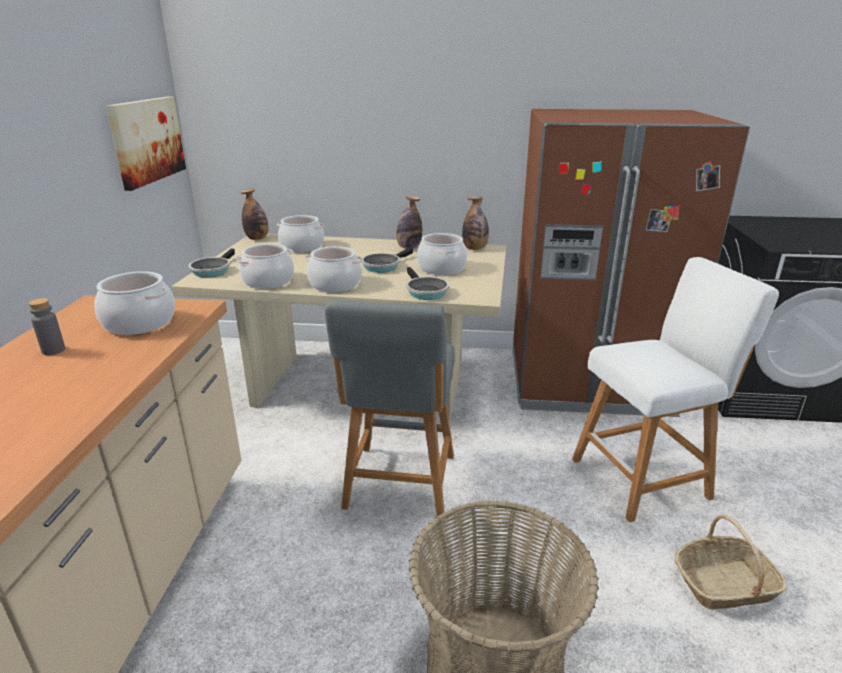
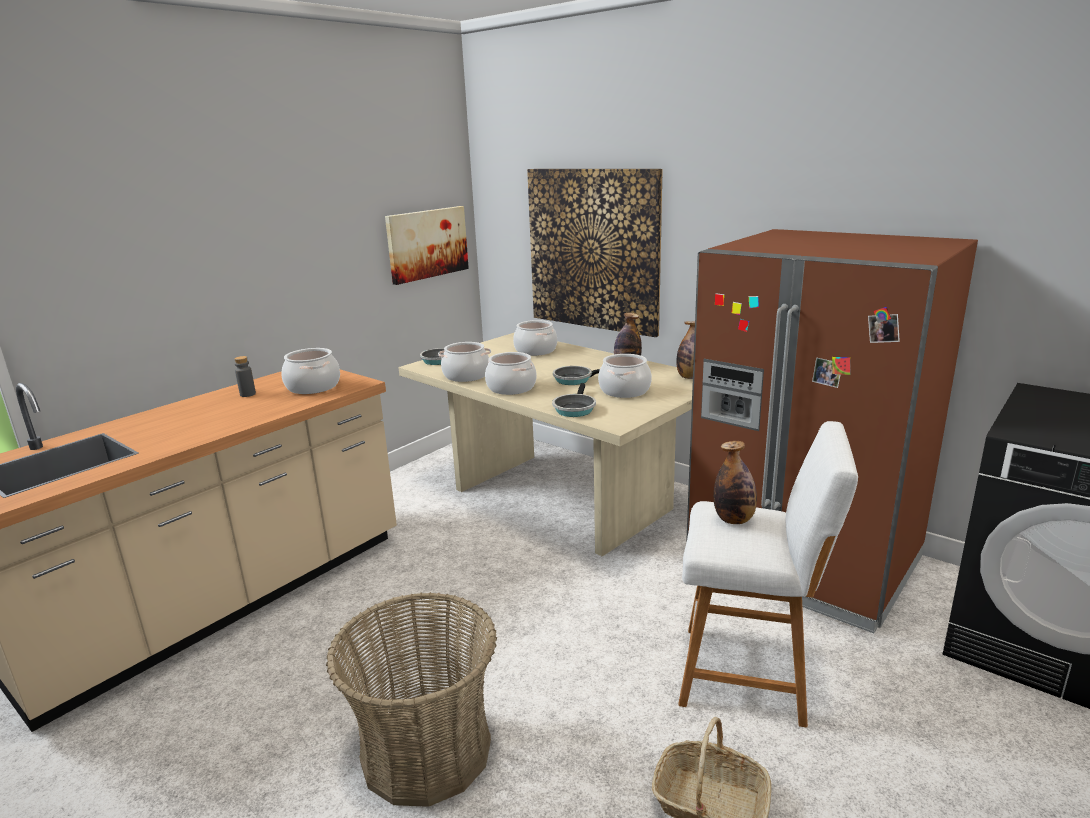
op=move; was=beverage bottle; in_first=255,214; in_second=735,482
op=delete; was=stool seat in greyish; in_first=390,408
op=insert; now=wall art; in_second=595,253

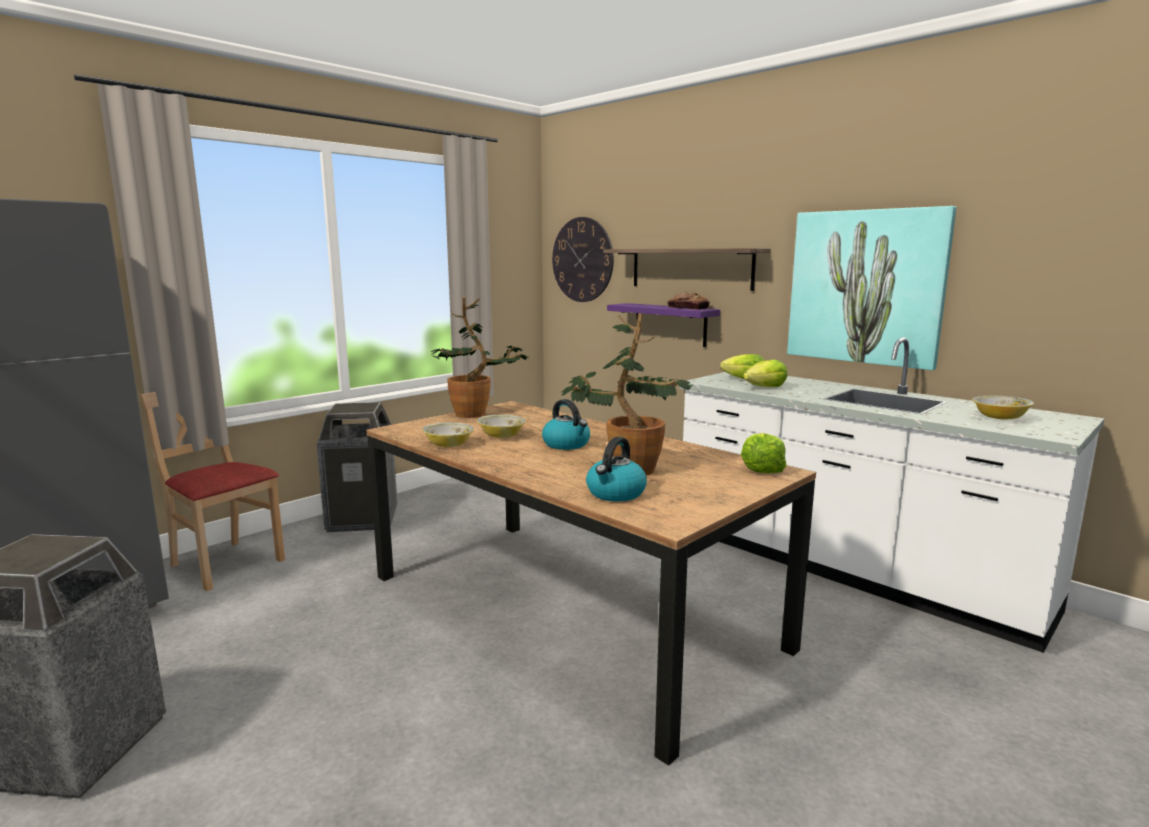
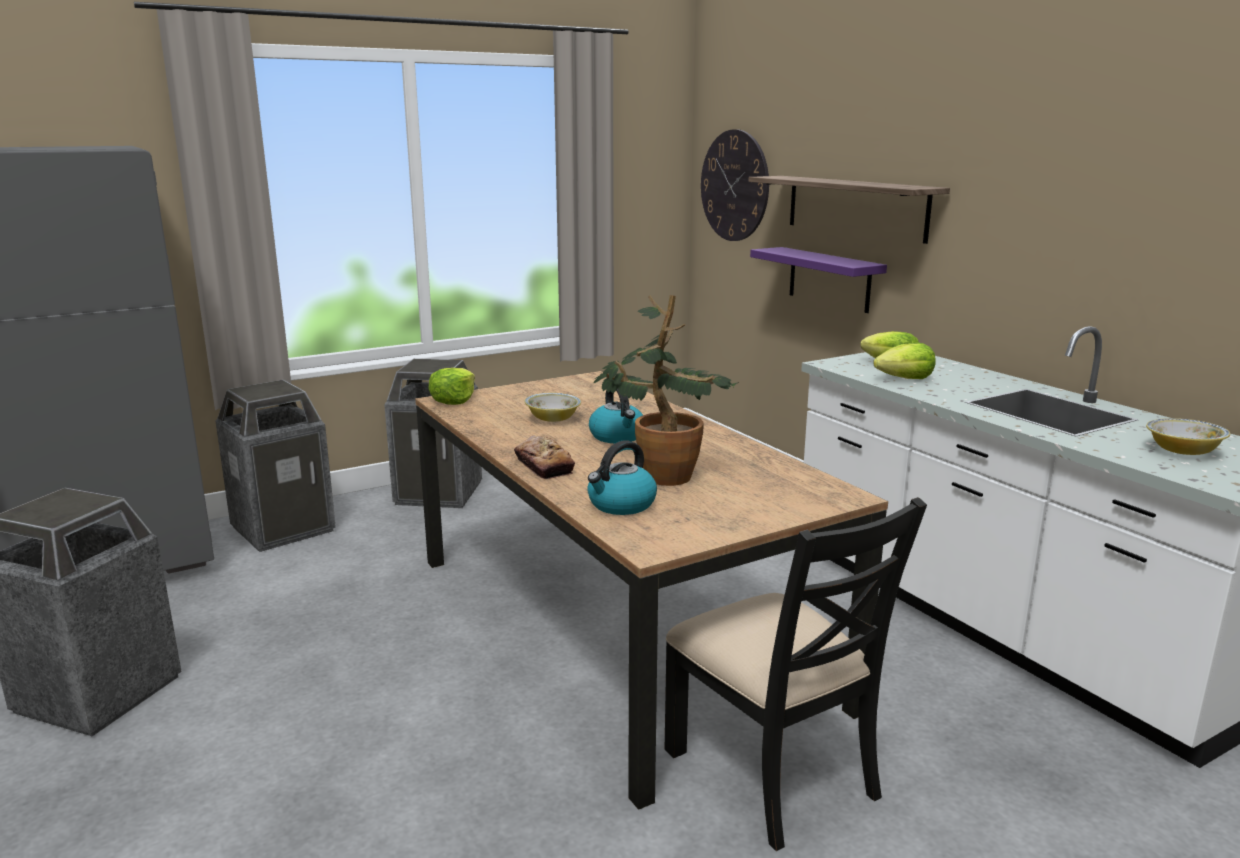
op=replace; was=upright chair in sand-coloured; now=trash can; in_first=212,491; in_second=276,466
op=delete; was=bowl; in_first=448,434
op=delete; was=houseplant; in_first=479,357
op=move; was=bread; in_first=688,300; in_second=544,457
op=move; was=lettuce; in_first=763,453; in_second=452,386
op=delete; was=wall art; in_first=872,288
op=insert; now=upright chair in black; in_second=795,674

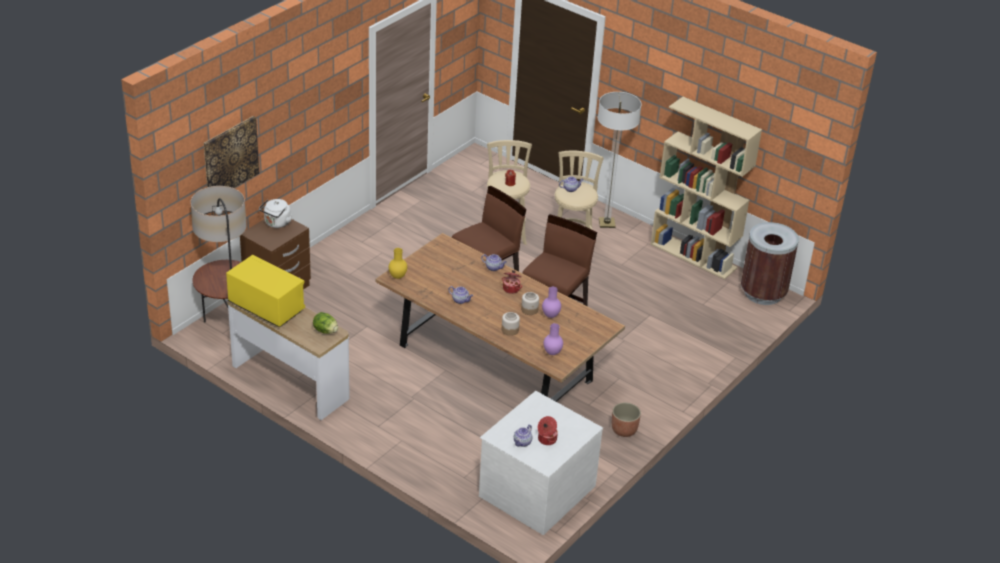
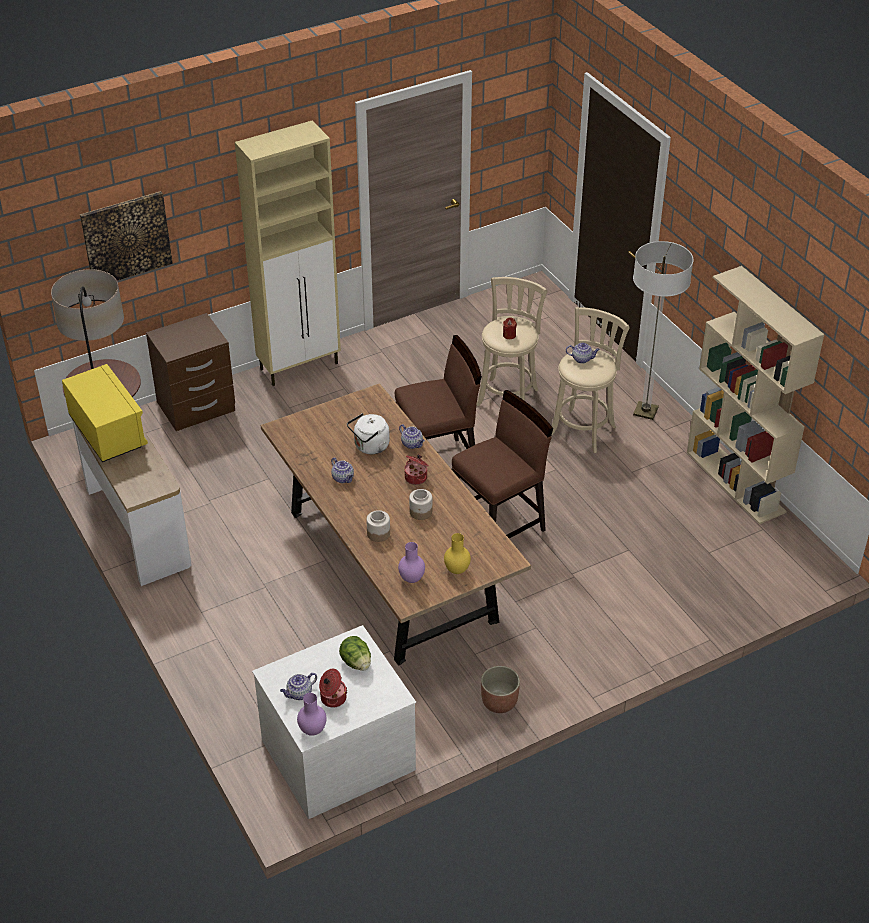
op=move; was=kettle in whitish; in_first=275,213; in_second=368,433
op=move; was=lettuce; in_first=325,323; in_second=355,653
op=move; was=vase in yellow-coloured; in_first=398,263; in_second=457,553
op=move; was=vase in purplish; in_first=551,302; in_second=312,714
op=delete; was=trash can in brown-coloured; in_first=770,263
op=insert; now=cabinet in sand-coloured; in_second=288,253

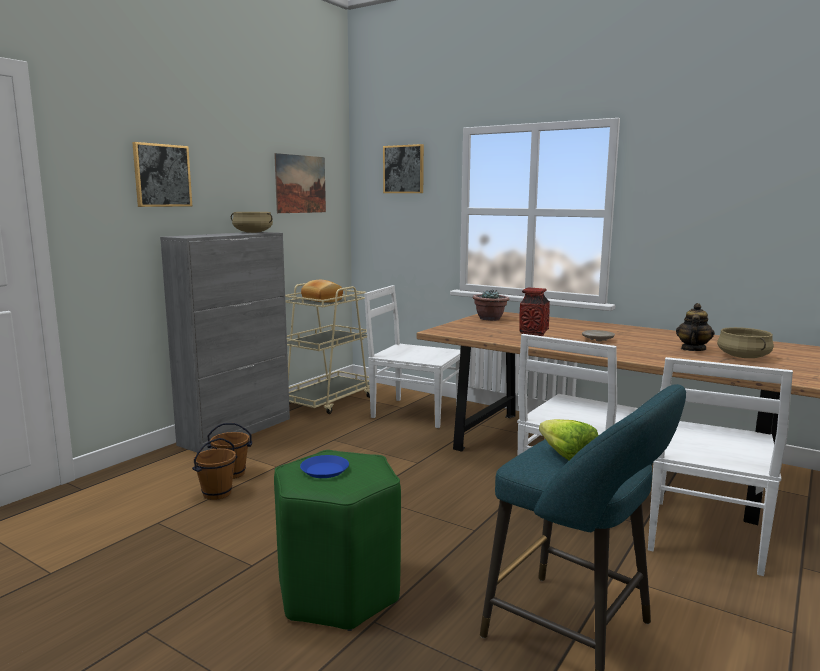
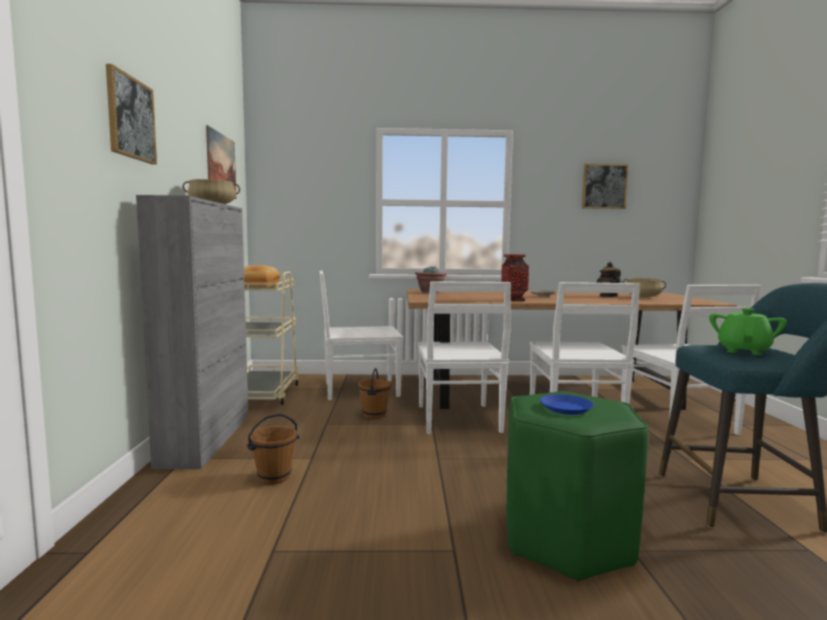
op=move; was=bucket in brown-coloured; in_first=214,469; in_second=374,393
op=move; was=wall art; in_first=403,168; in_second=605,186
op=replace; was=lettuce; now=tea pot in greenish; in_first=569,439; in_second=748,331
op=insert; now=upright chair in whitish; in_second=464,357

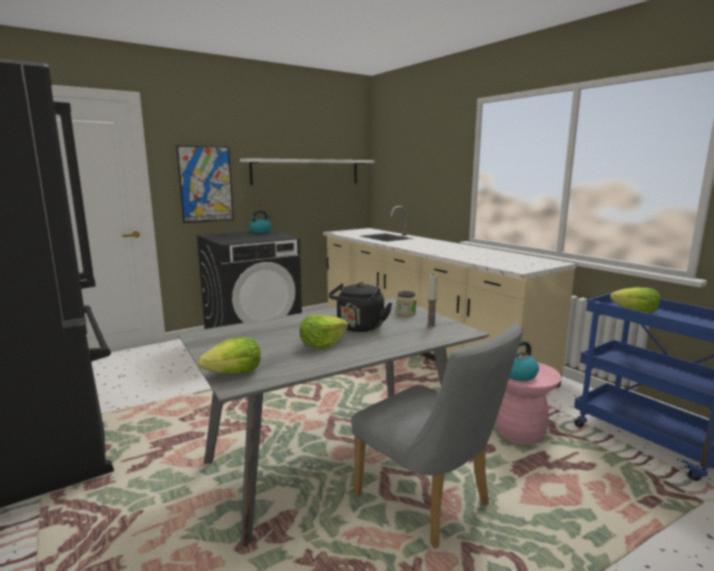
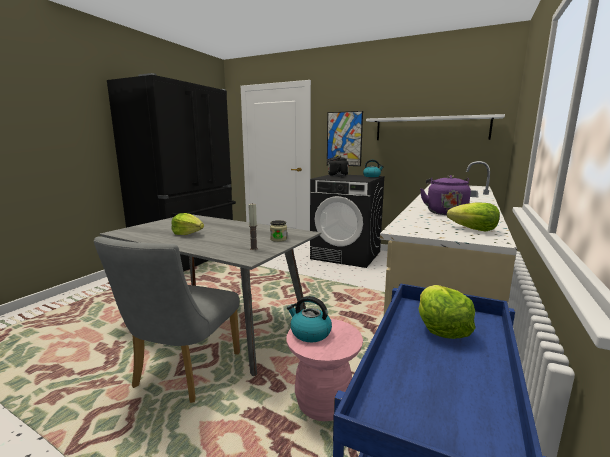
op=move; was=lettuce; in_first=229,355; in_second=473,217
op=move; was=kettle in black; in_first=360,307; in_second=337,166
op=insert; now=kettle in purplish; in_second=445,195

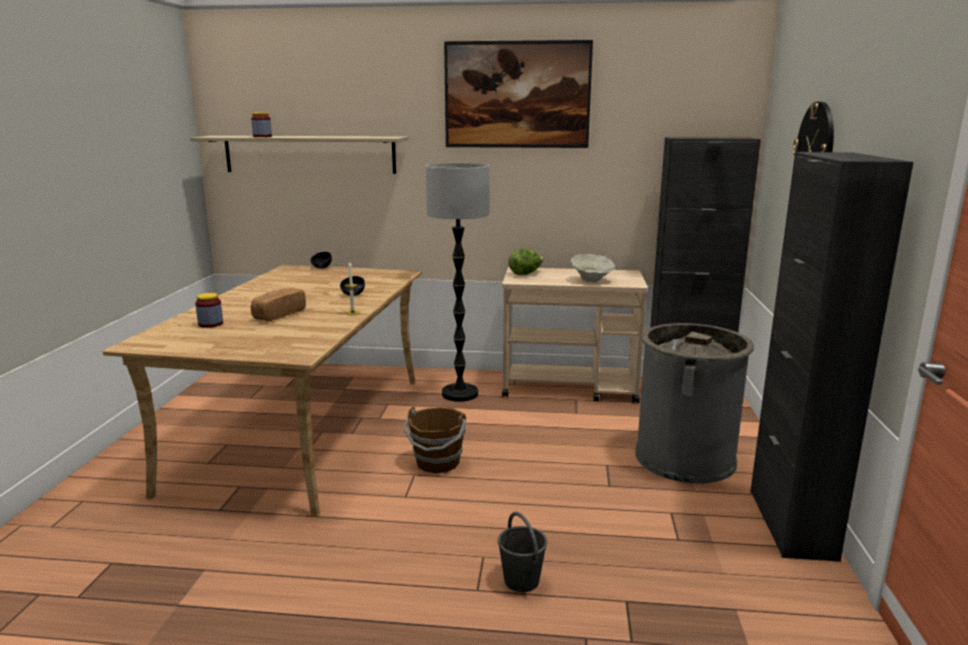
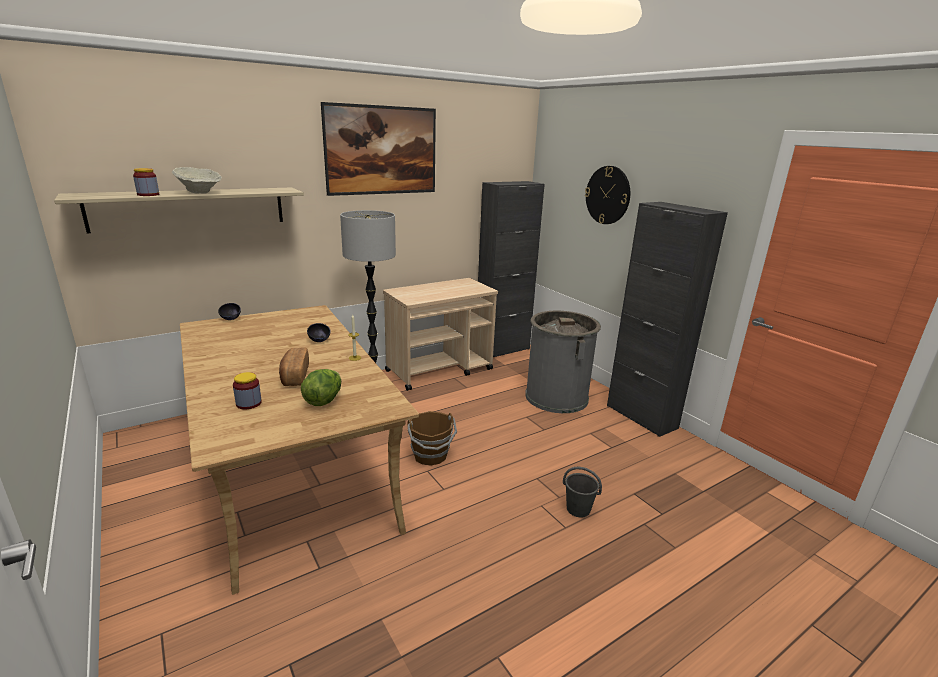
op=move; was=lettuce; in_first=526,262; in_second=321,387
op=move; was=bowl in sand-coloured; in_first=593,268; in_second=197,180

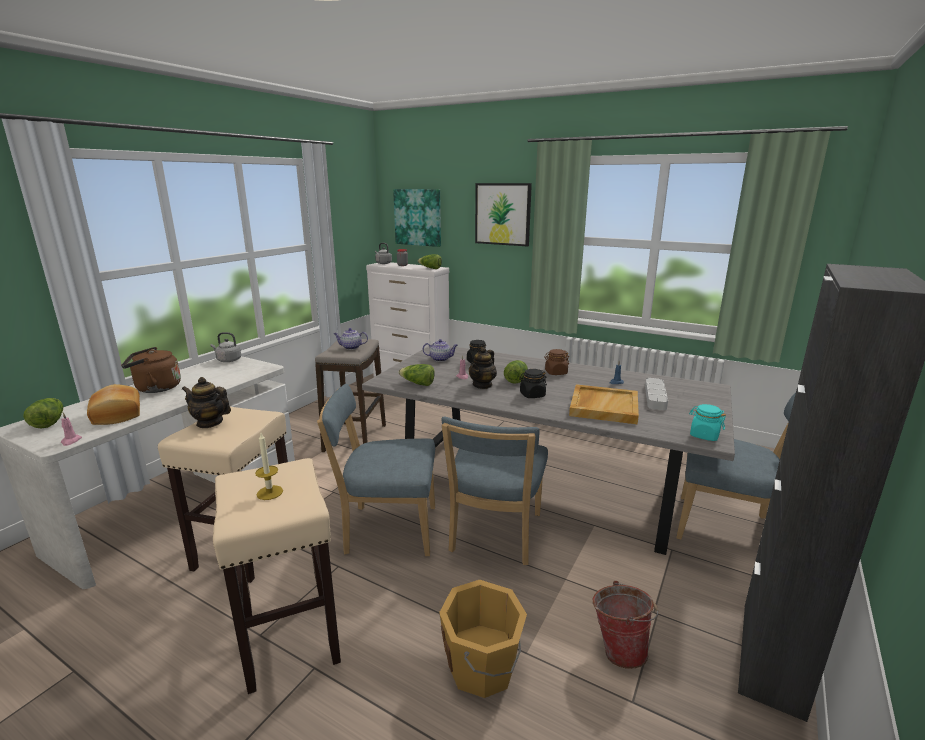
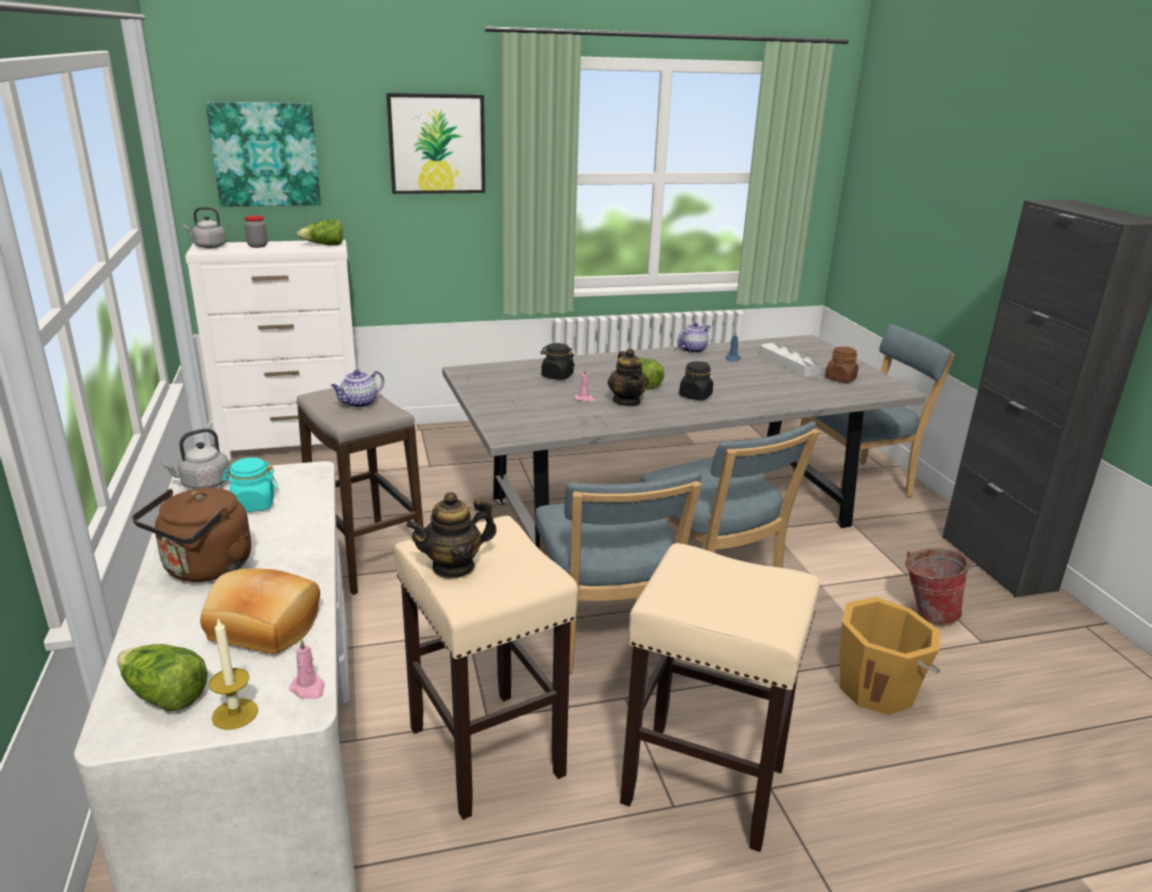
op=move; was=candle; in_first=269,466; in_second=233,674
op=rotate; was=upright chair in blue; in_first=376,469; in_second=618,572; clockwise=-60
op=delete; was=lettuce; in_first=416,375
op=move; was=tea pot; in_first=440,350; in_second=694,337
op=move; was=storage jar in brown-coloured; in_first=556,362; in_second=841,365
op=delete; was=carrying tray in sand-coloured; in_first=604,404
op=move; was=storage jar in blue-green; in_first=707,422; in_second=249,485

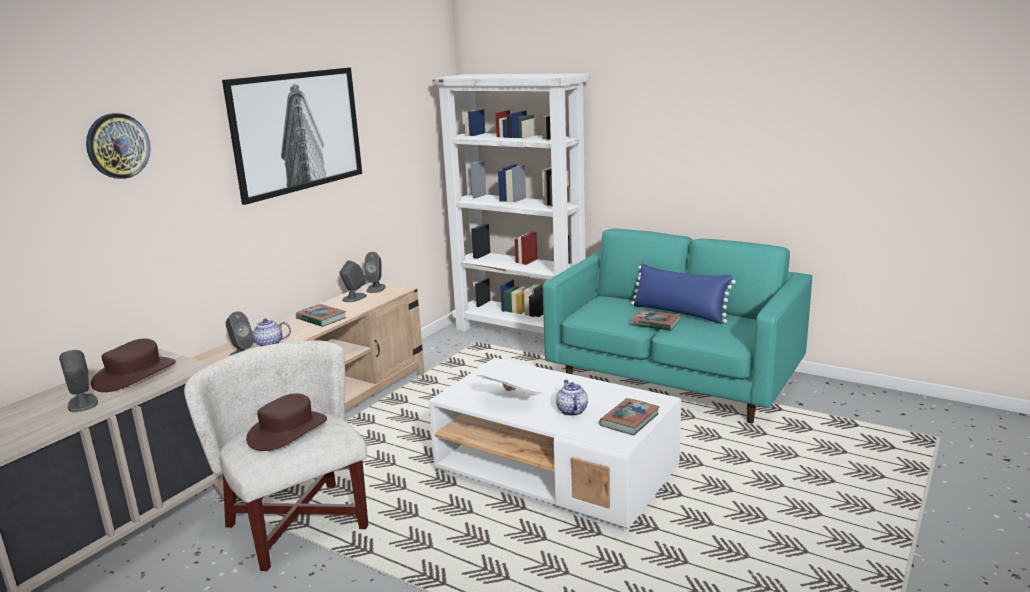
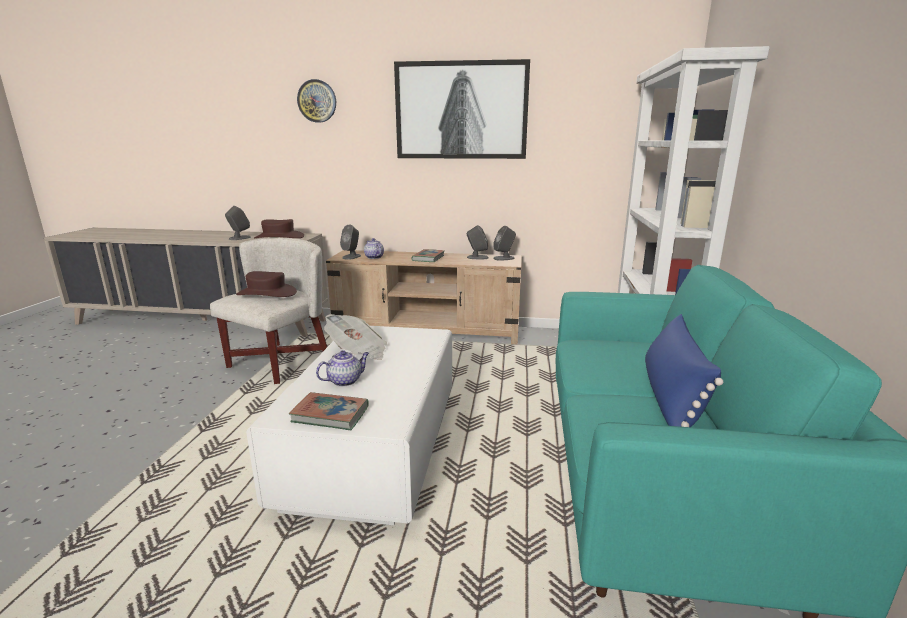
op=delete; was=bound book; in_first=655,320

